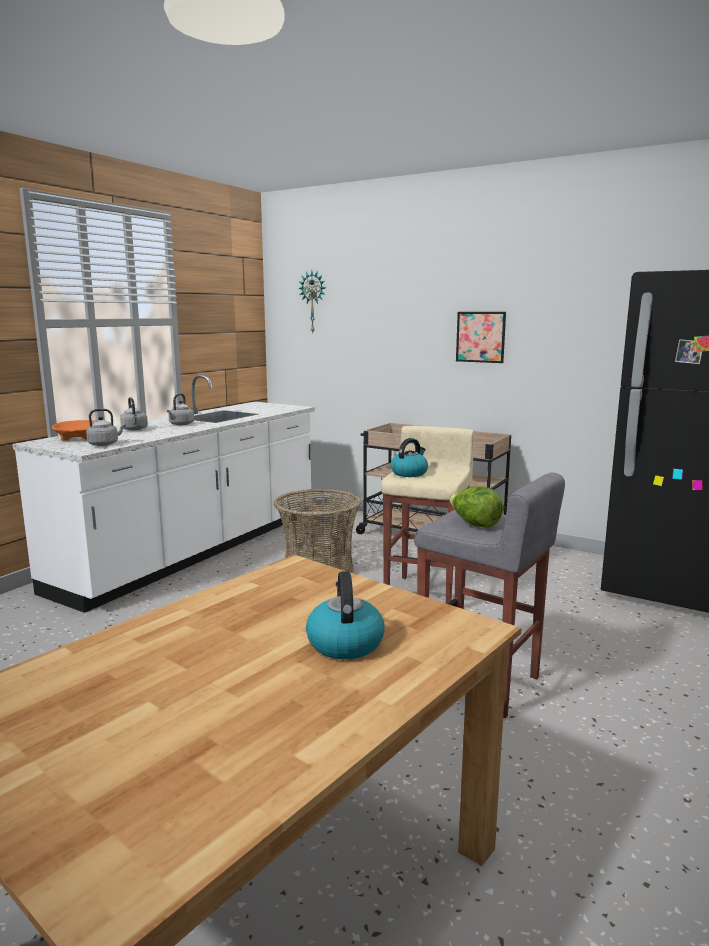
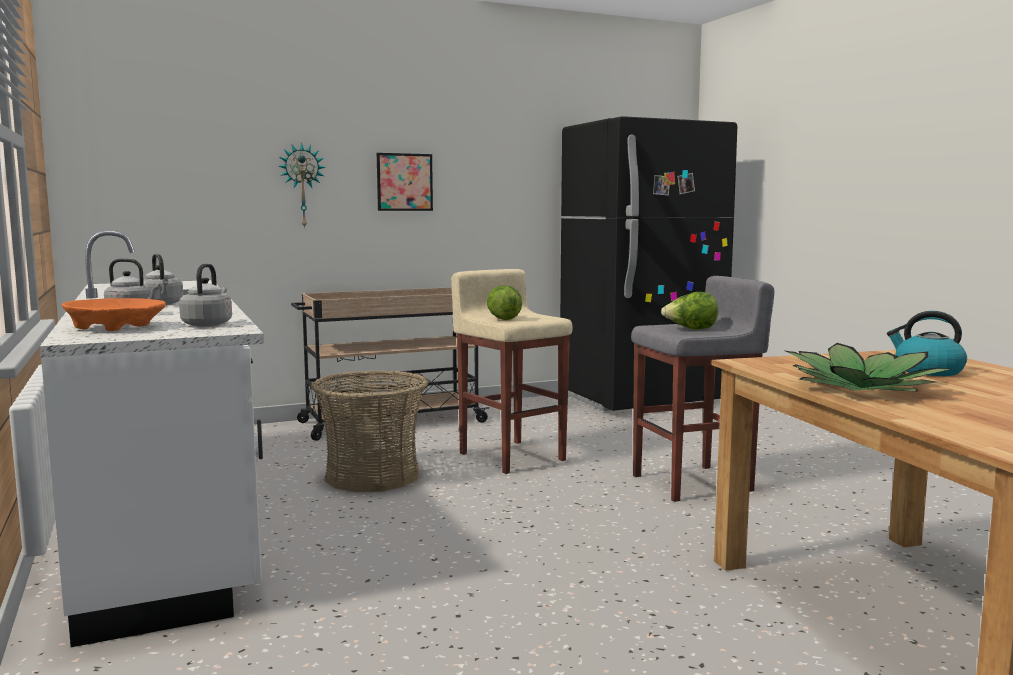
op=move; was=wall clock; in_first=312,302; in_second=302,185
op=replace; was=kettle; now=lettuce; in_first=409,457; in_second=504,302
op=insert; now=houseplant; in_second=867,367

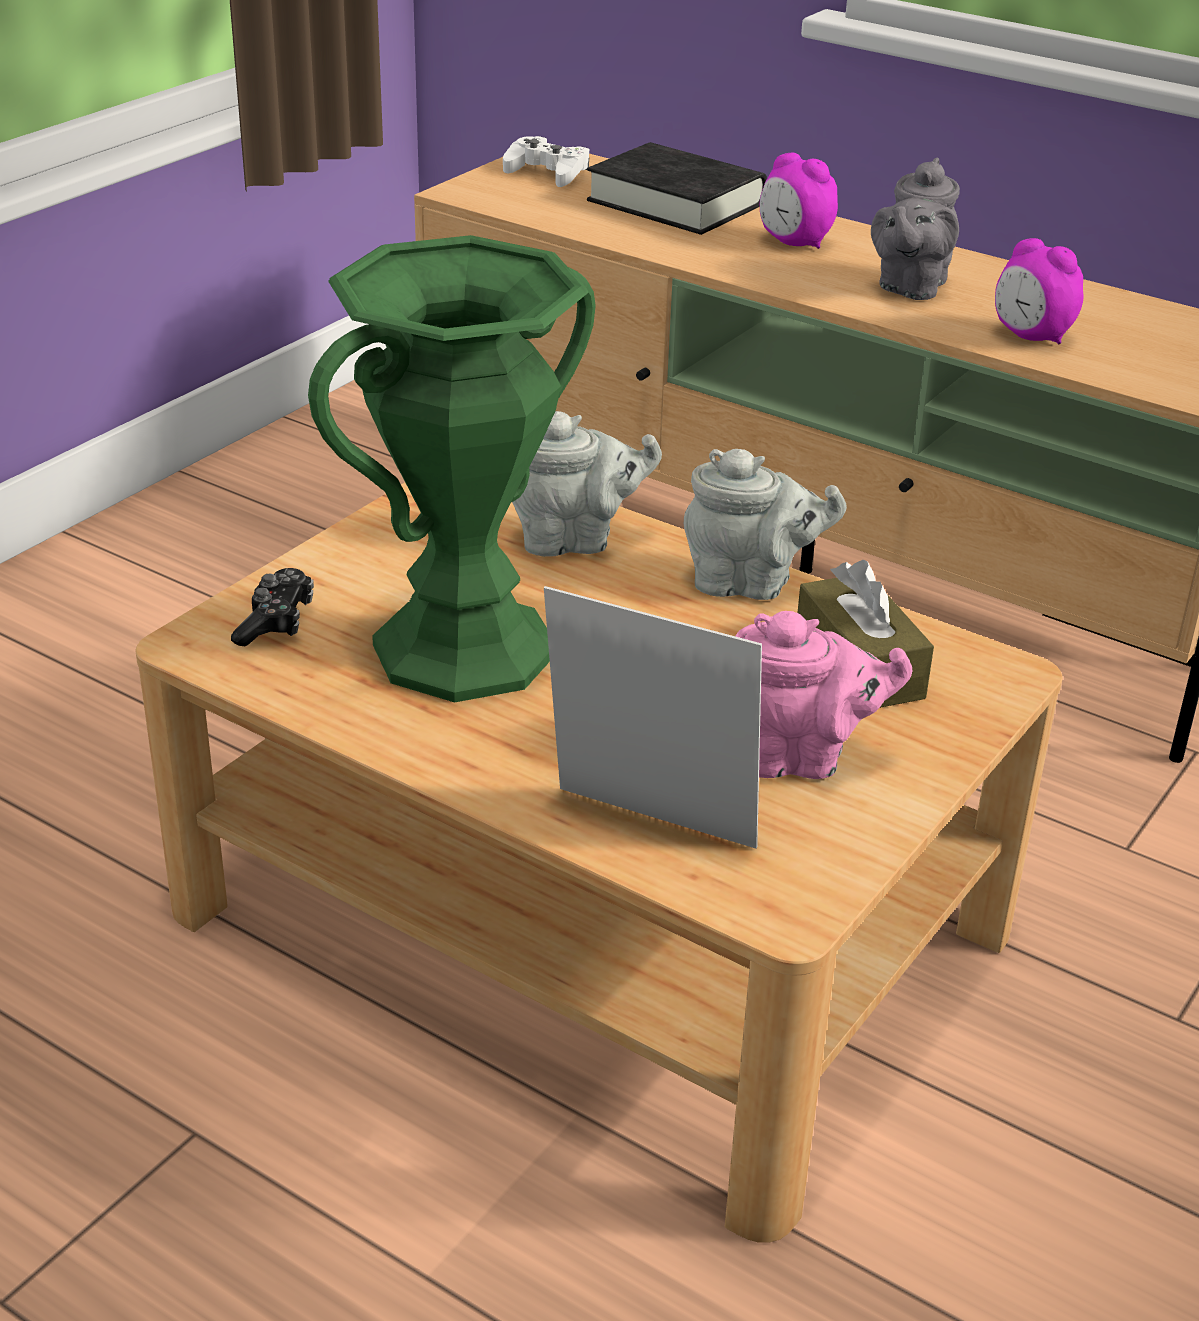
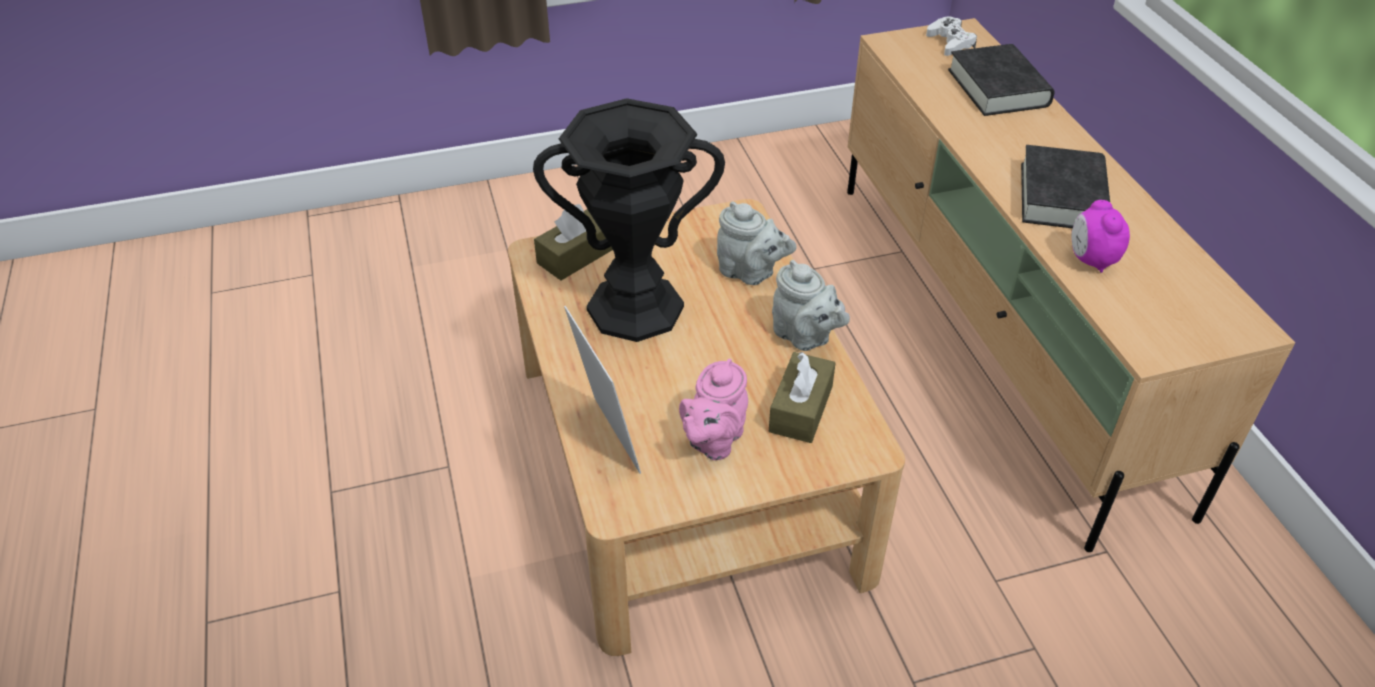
op=replace; was=gamepad; now=tissue box in brown-coloured; in_first=272,607; in_second=573,242
op=recolor; was=vase in greenish; now=vase in black; in_first=452,468; in_second=629,220
op=rotate; was=tea pot in pink; in_first=823,695; in_second=713,409; clockwise=75
op=delete; was=table clock; in_first=799,200
op=replace; was=tea pot in greyish; now=bound book in black; in_first=915,229; in_second=1065,186

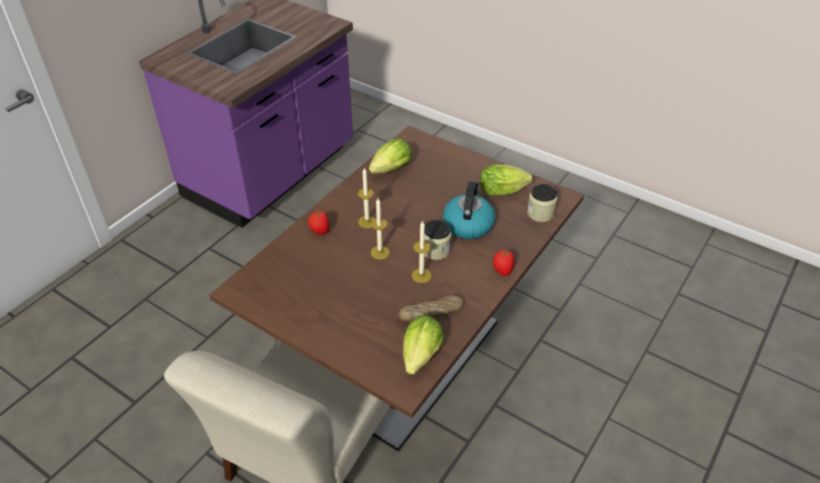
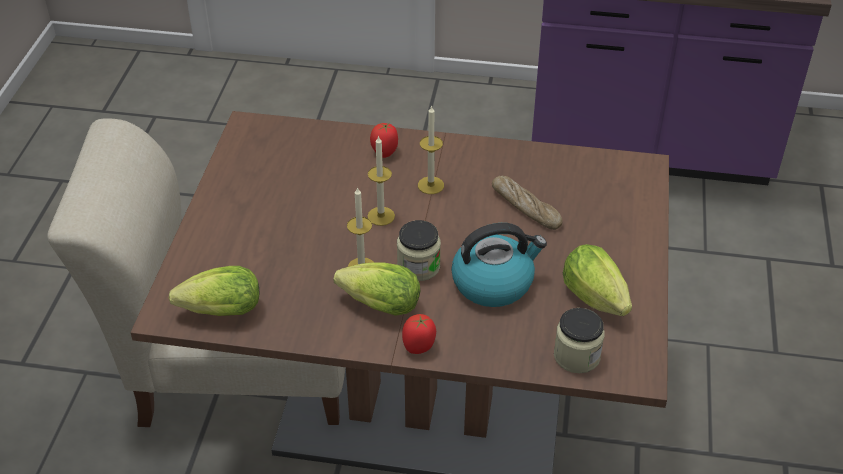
op=move; was=lettuce; in_first=390,156; in_second=376,289
op=move; was=bread; in_first=431,308; in_second=527,203

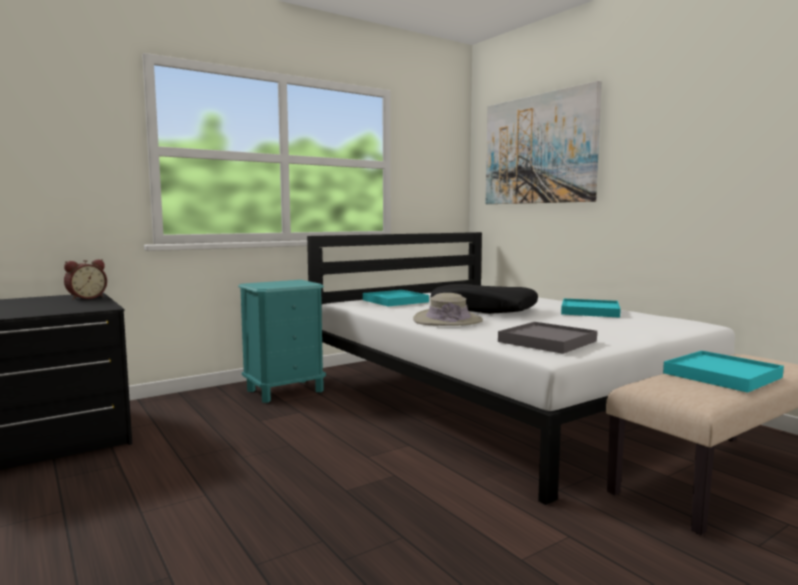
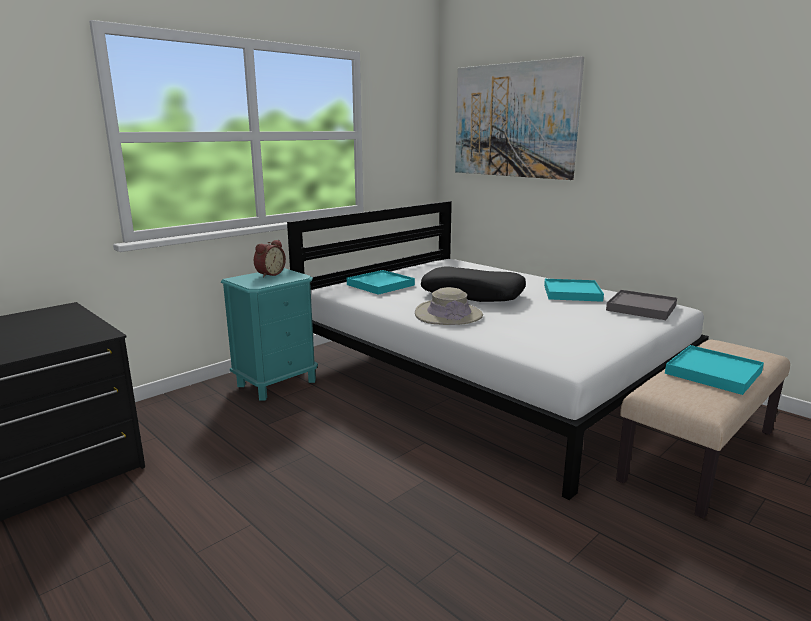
op=move; was=table clock; in_first=85,279; in_second=270,259
op=move; was=carrying tray in greyish; in_first=547,338; in_second=641,305

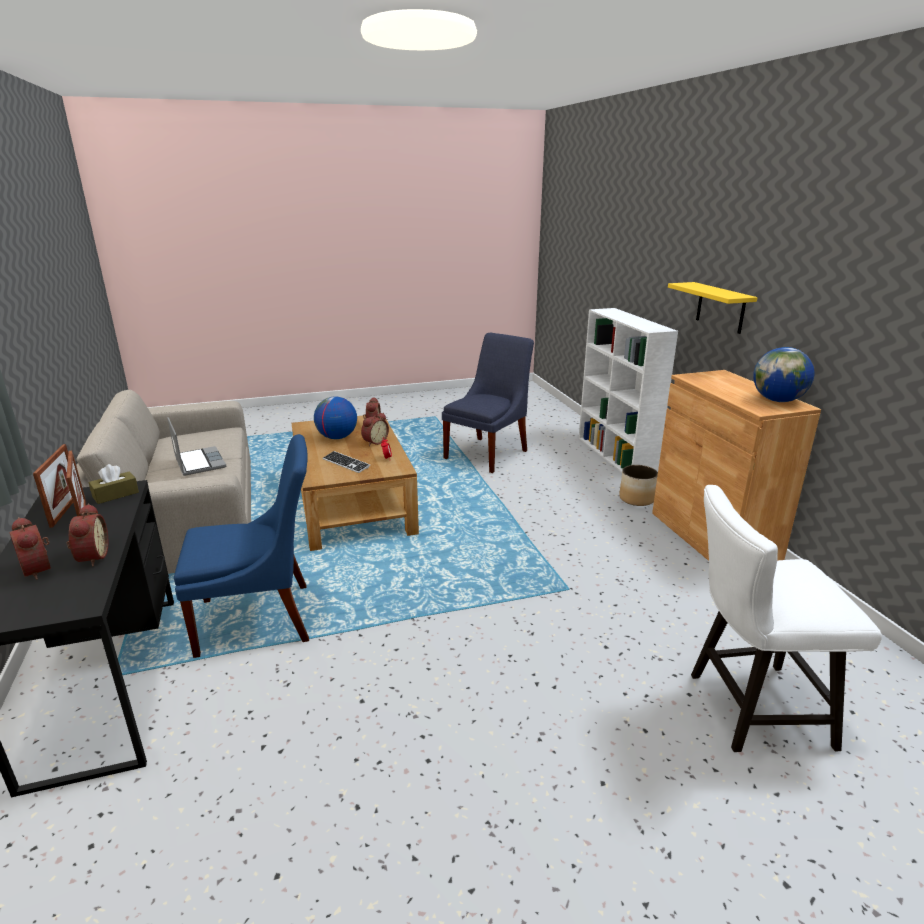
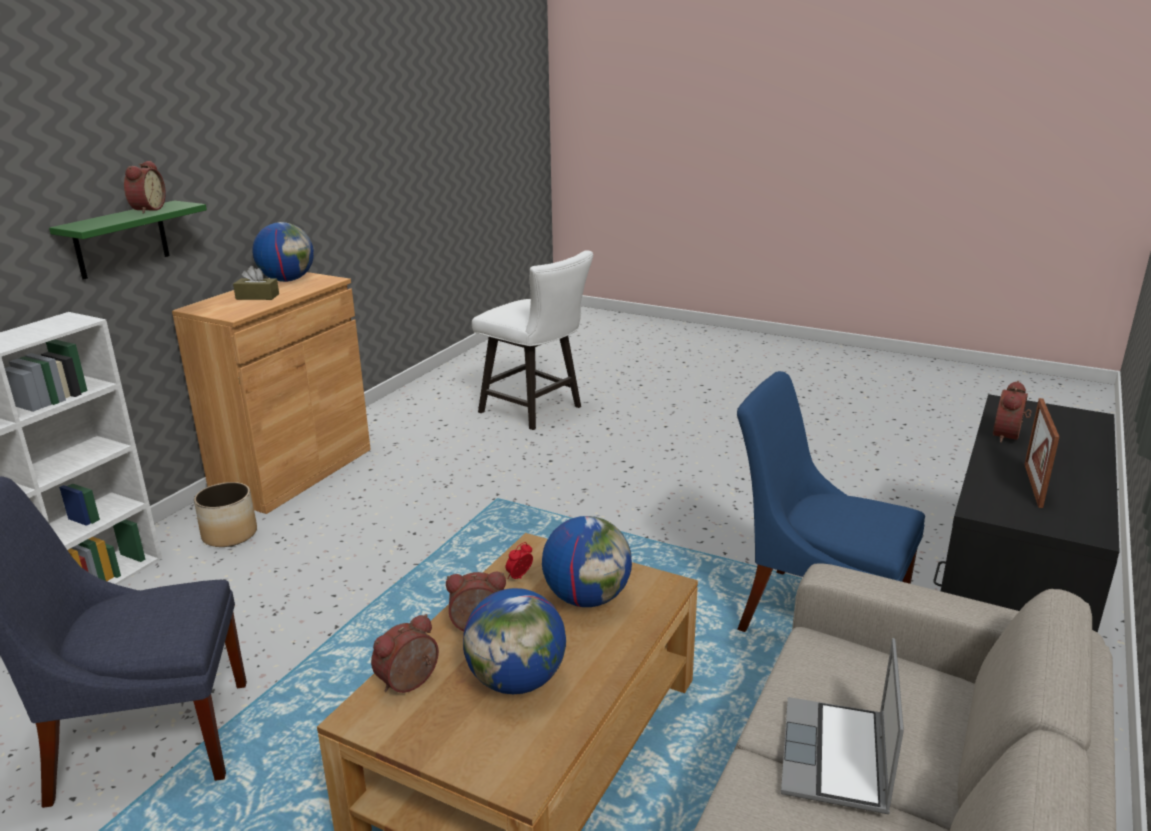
op=move; was=table clock; in_first=30,548; in_second=145,187
op=delete; was=standing frame; in_first=53,486
op=move; was=tissue box in brown-coloured; in_first=114,484; in_second=256,283
op=replace; was=PC keyboard; now=globe; in_first=346,462; in_second=587,561
op=recolor; was=shelf in yellow-coloured; now=shelf in greenish; in_first=713,308; in_second=128,240

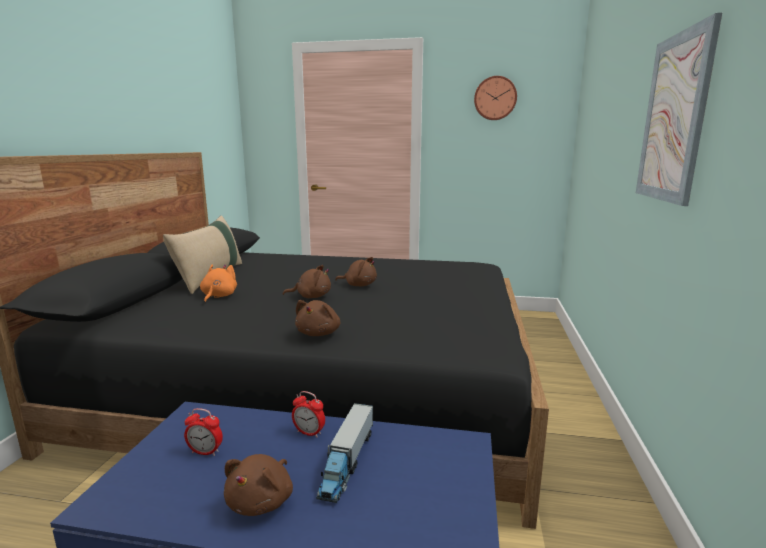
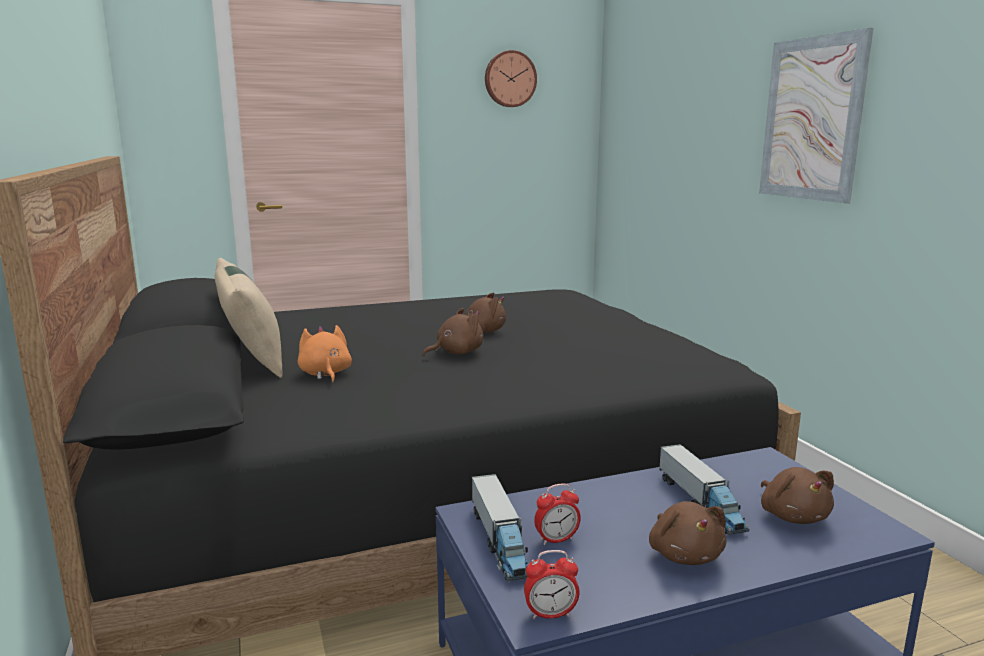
op=move; was=table clock; in_first=308,414; in_second=552,584
op=move; was=soft toy in brown-coloured; in_first=317,318; in_second=797,495
op=insert; now=model truck; in_second=500,527

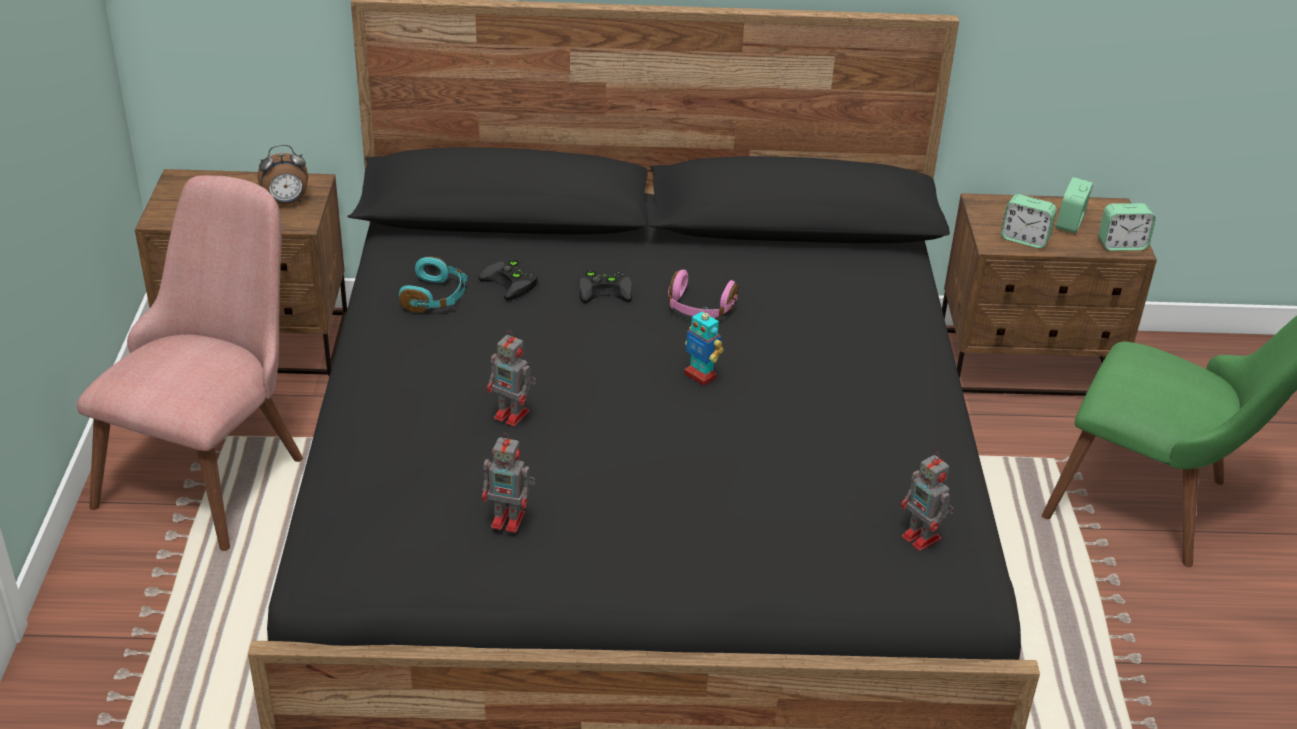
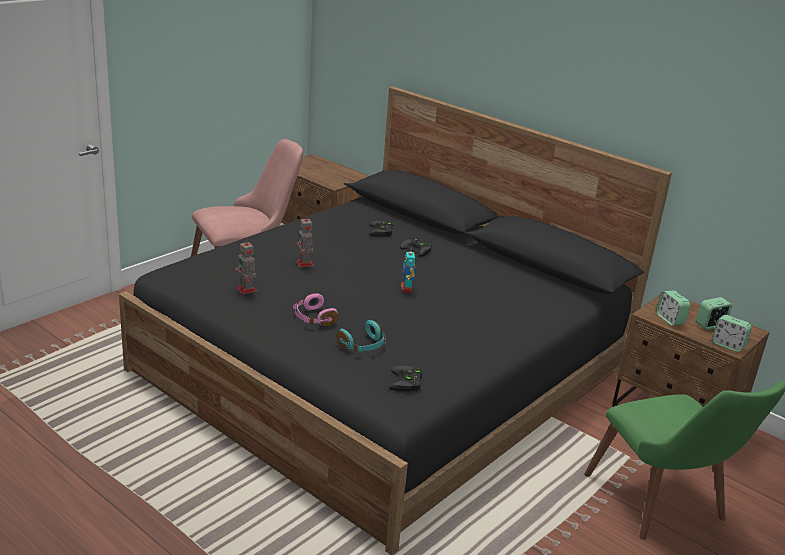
op=delete; was=table clock; in_first=282,174
op=move; was=headphones in blue-green; in_first=433,284; in_second=361,336
op=move; was=headphones in pink; in_first=703,294; in_second=315,309
op=replace; was=robot figure; now=gamepad in black; in_first=927,501; in_second=406,378

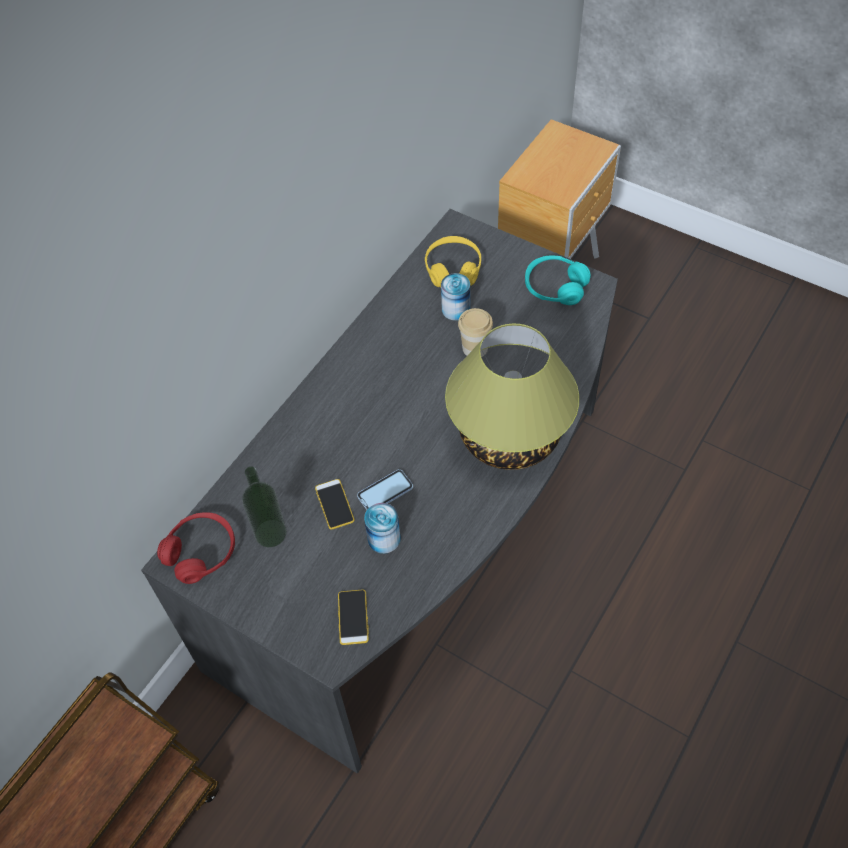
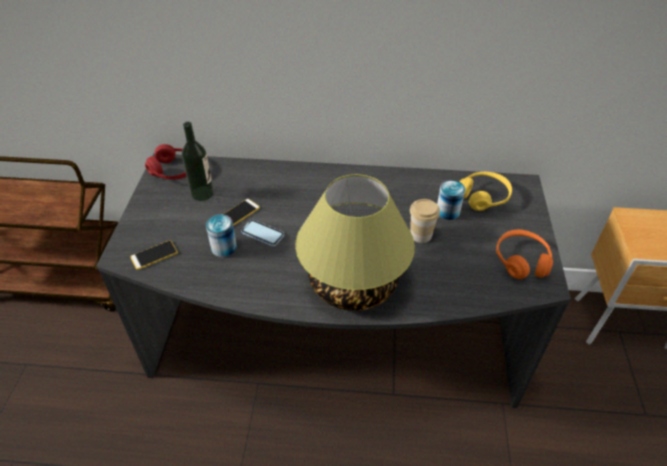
op=recolor; was=headphones in blue-green; now=headphones in orange-coloured; in_first=558,280; in_second=524,254

